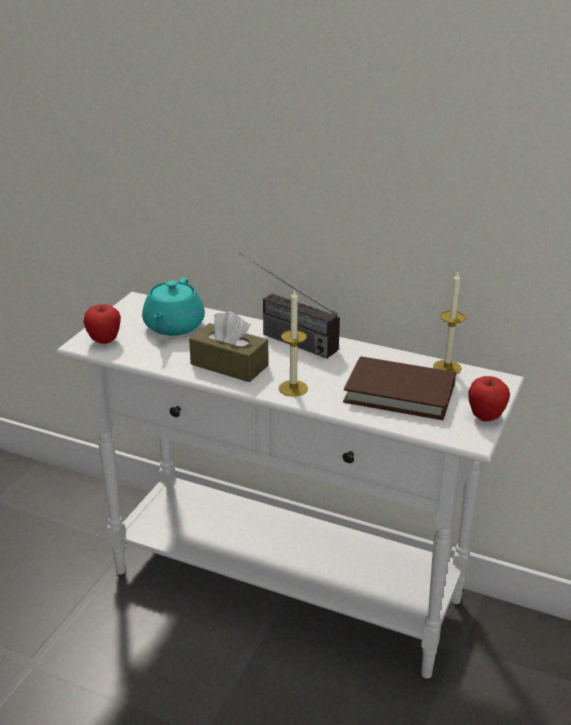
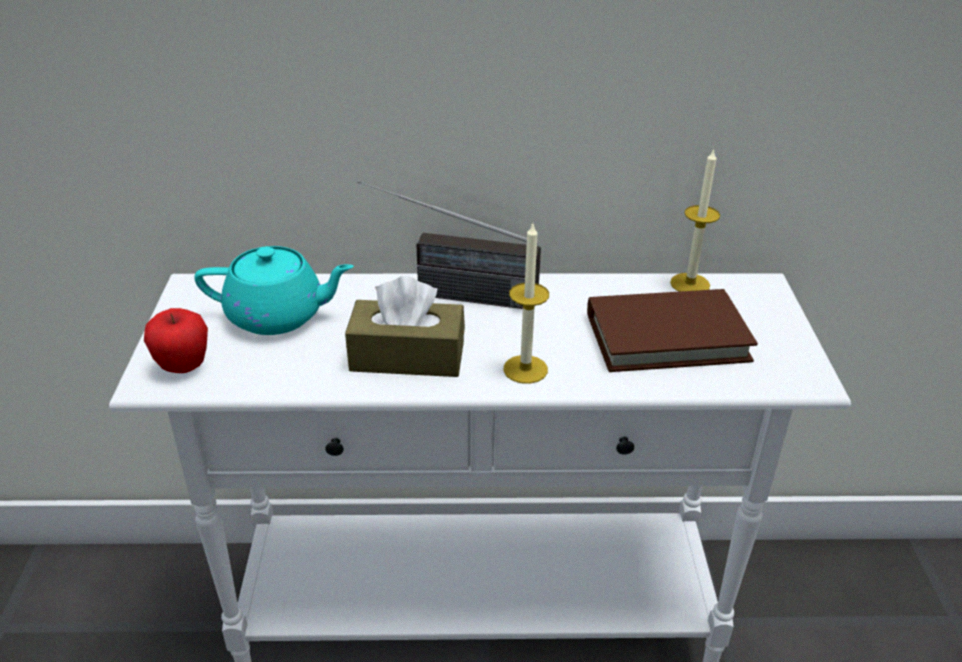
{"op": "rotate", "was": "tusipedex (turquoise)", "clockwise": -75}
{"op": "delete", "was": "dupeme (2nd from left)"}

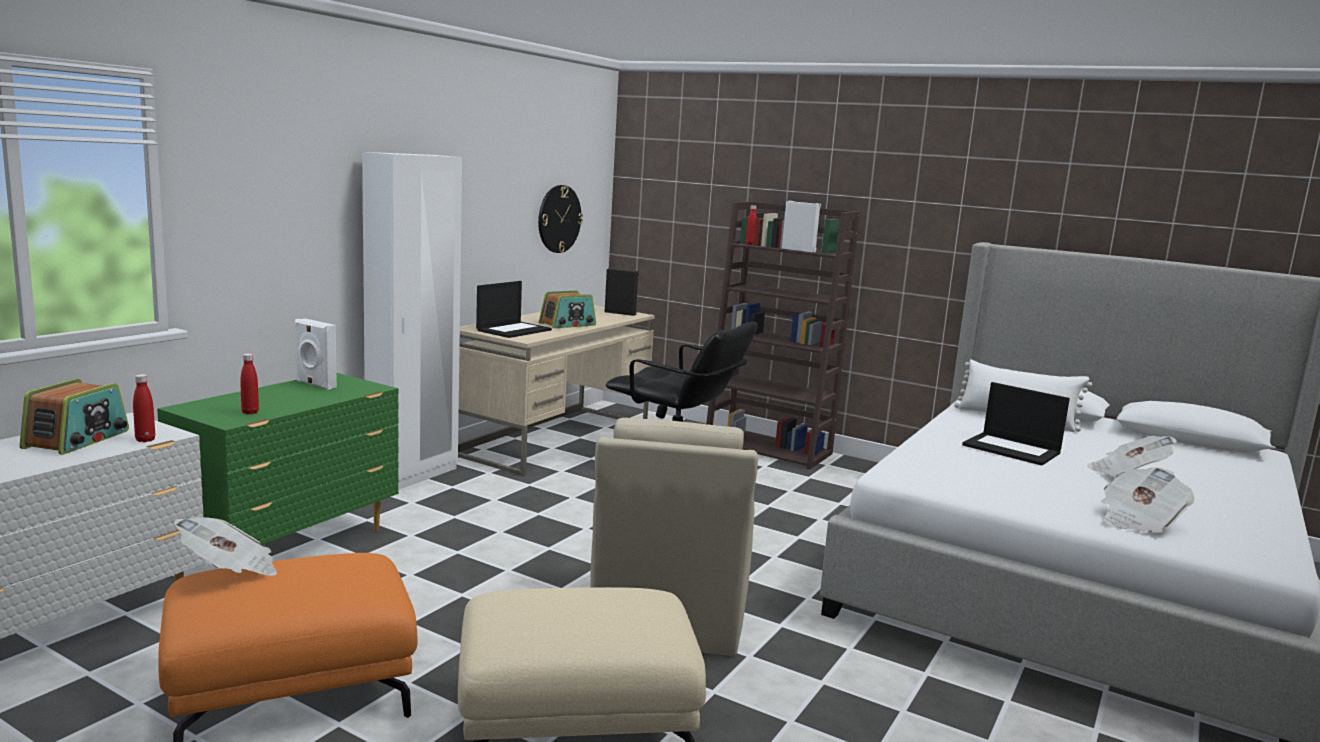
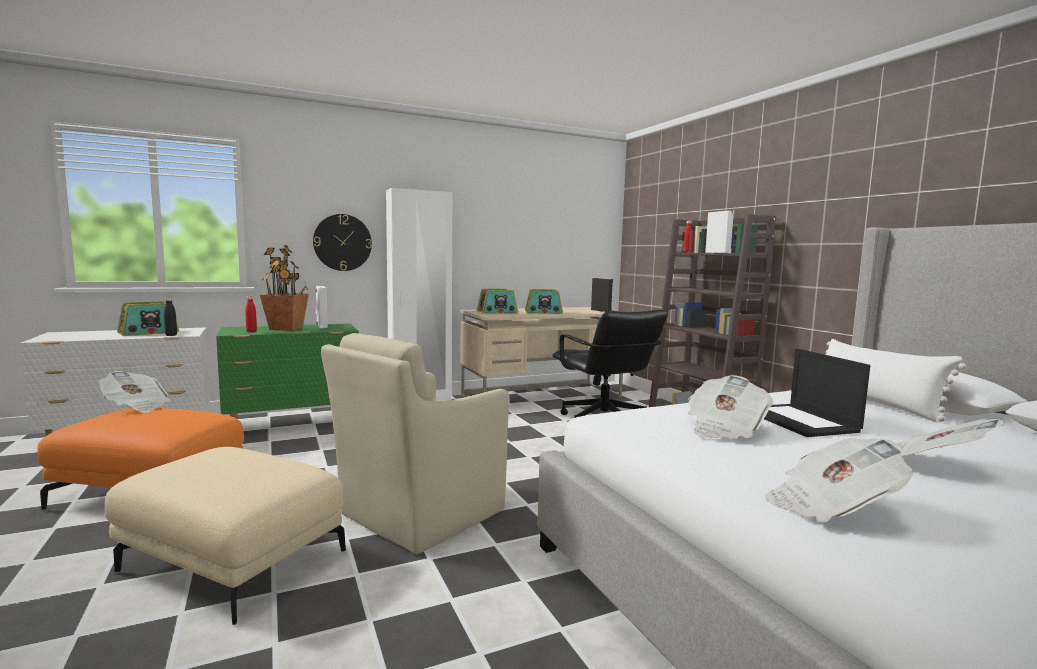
{"op": "move", "was": "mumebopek"}
{"op": "replace", "was": "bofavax (1st from left)", "now": "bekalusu (2nd from left)"}
{"op": "recolor", "was": "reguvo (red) (1st from left)", "now": "reguvo (black)"}
{"op": "insert", "now": "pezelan"}
{"op": "insert", "now": "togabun (2nd from left)"}

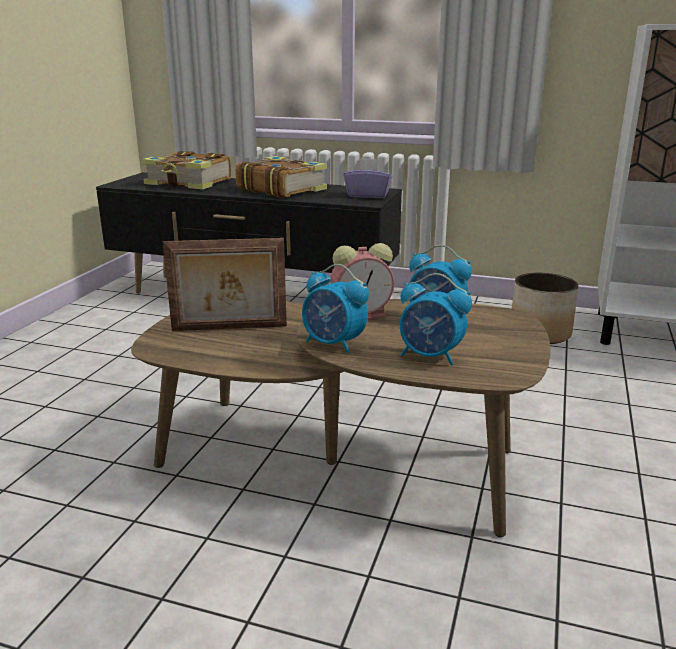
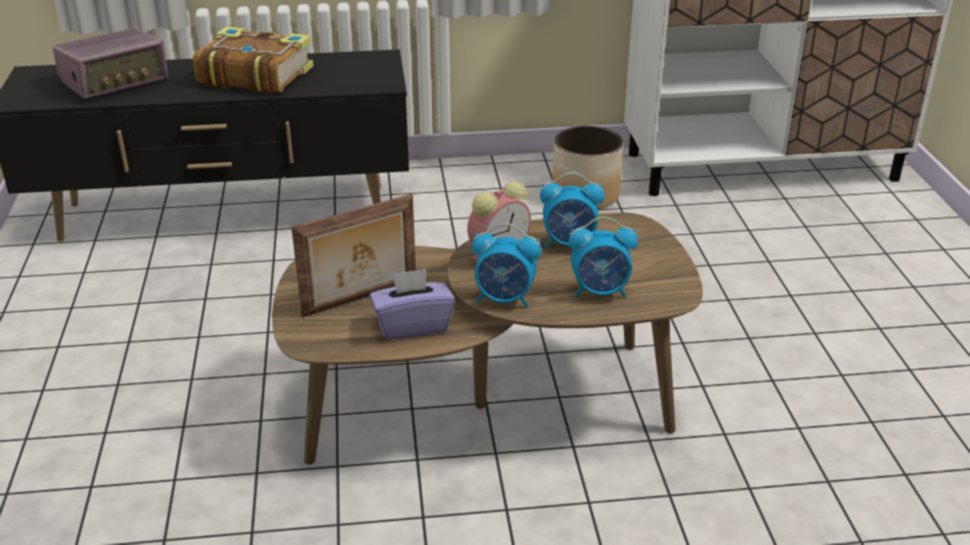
{"op": "replace", "was": "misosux (1st from left)", "now": "bekalusu"}
{"op": "move", "was": "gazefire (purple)"}

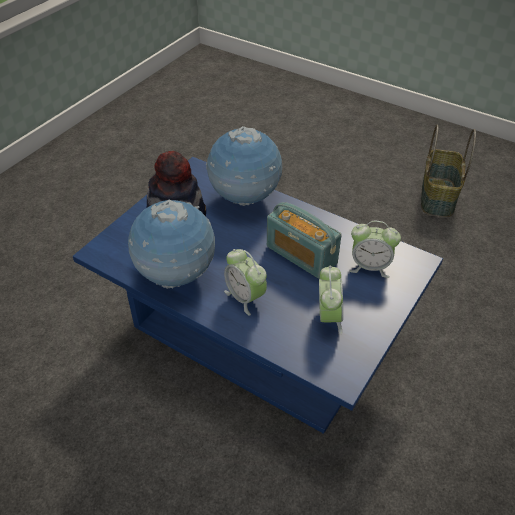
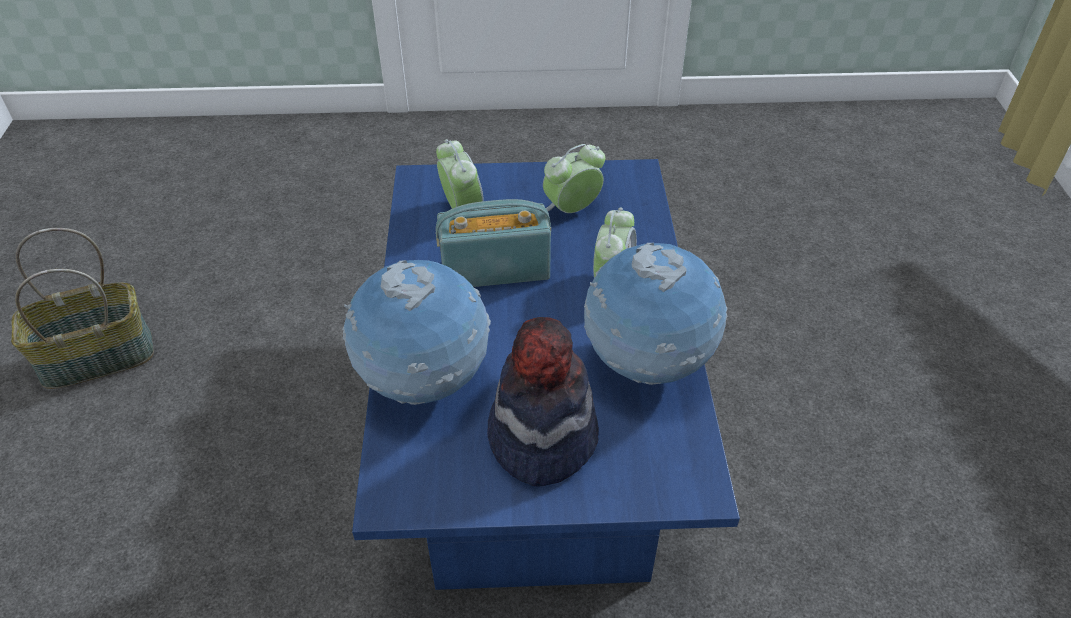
{"op": "rotate", "was": "bekalusu", "clockwise": -105}

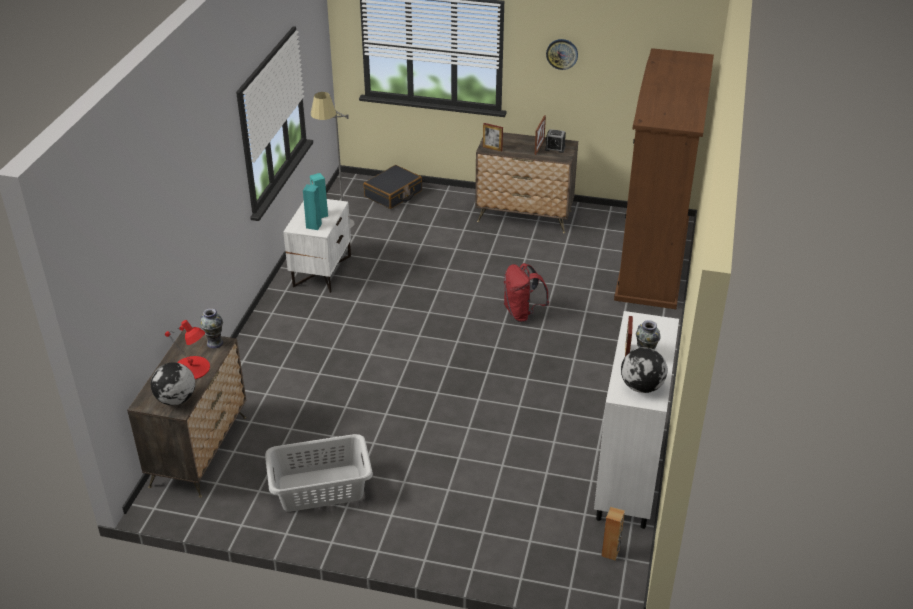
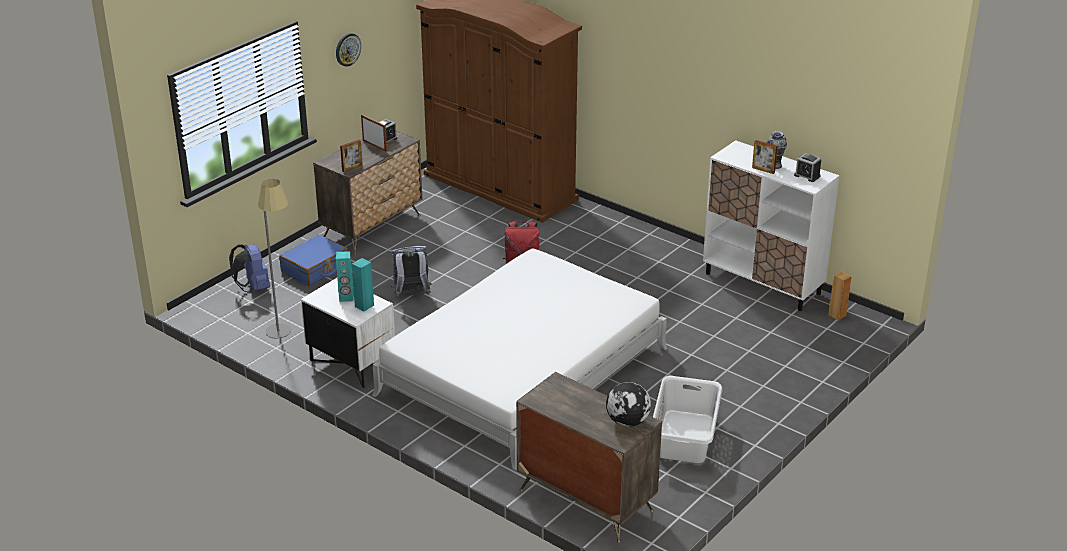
{"op": "replace", "was": "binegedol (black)", "now": "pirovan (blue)"}
{"op": "delete", "was": "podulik (1st from left)"}
{"op": "delete", "was": "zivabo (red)"}
{"op": "replace", "was": "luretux (2nd from left)", "now": "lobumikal (2nd from left)"}
{"op": "insert", "now": "binegedol (blue)"}
{"op": "insert", "now": "pirovan (grey)"}
{"op": "insert", "now": "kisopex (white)"}

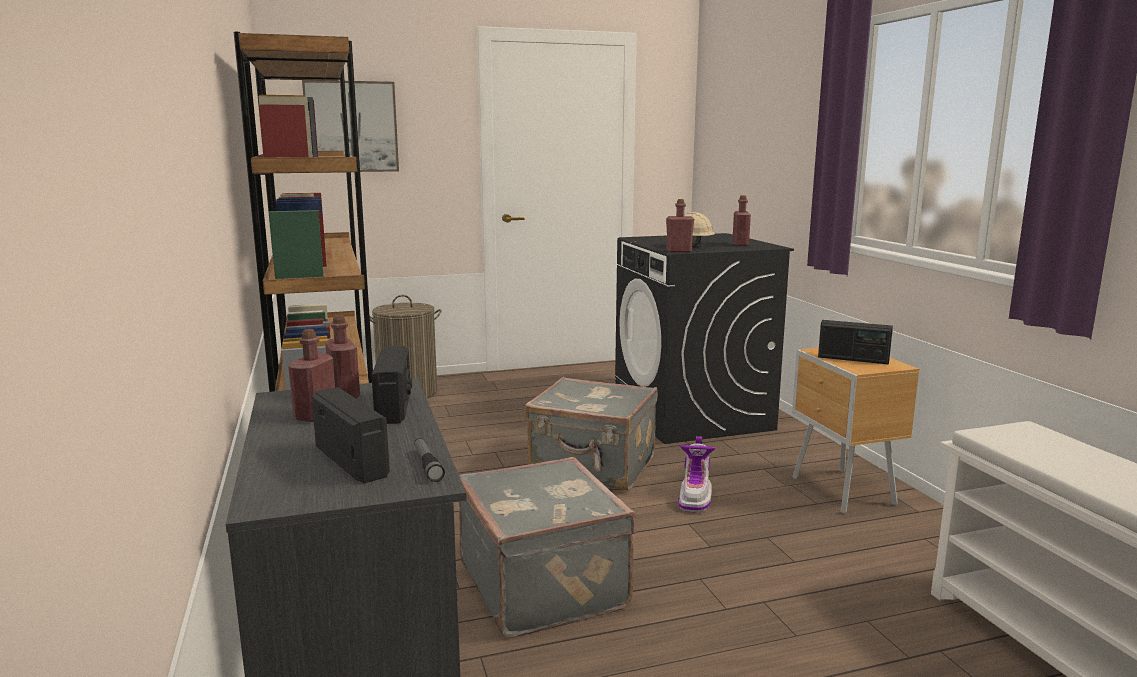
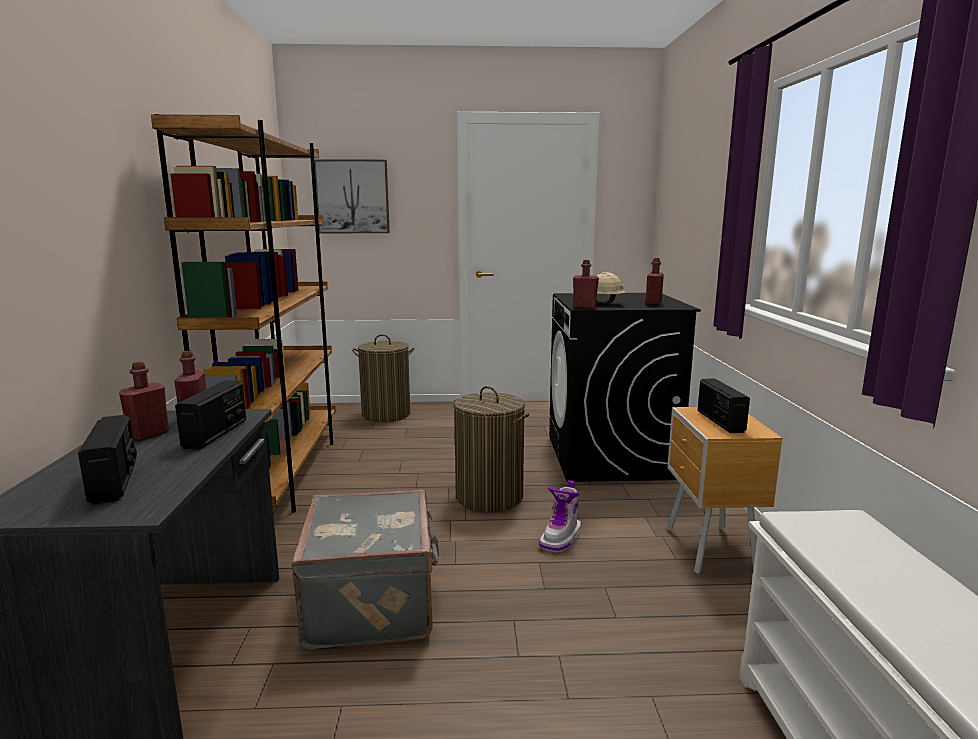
{"op": "rotate", "was": "bekalusu (3rd from left)", "clockwise": 45}
{"op": "replace", "was": "binegedol (grey) (2nd from left)", "now": "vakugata (2nd from left)"}
{"op": "delete", "was": "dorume"}

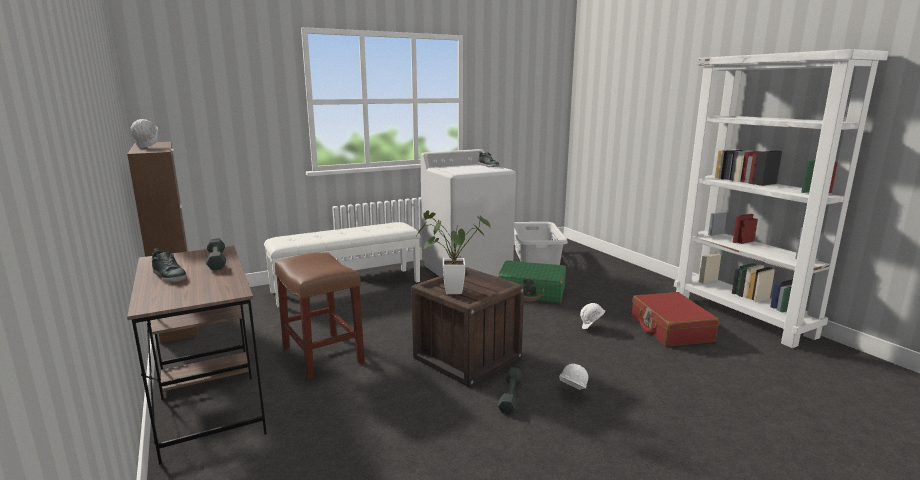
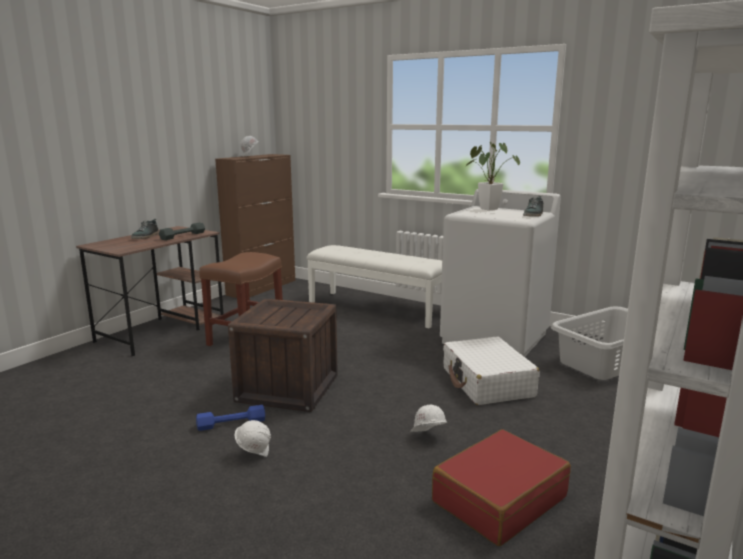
{"op": "move", "was": "pezelan"}
{"op": "recolor", "was": "binegedol (green)", "now": "binegedol (white)"}
{"op": "recolor", "was": "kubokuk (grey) (2nd from left)", "now": "kubokuk (blue)"}

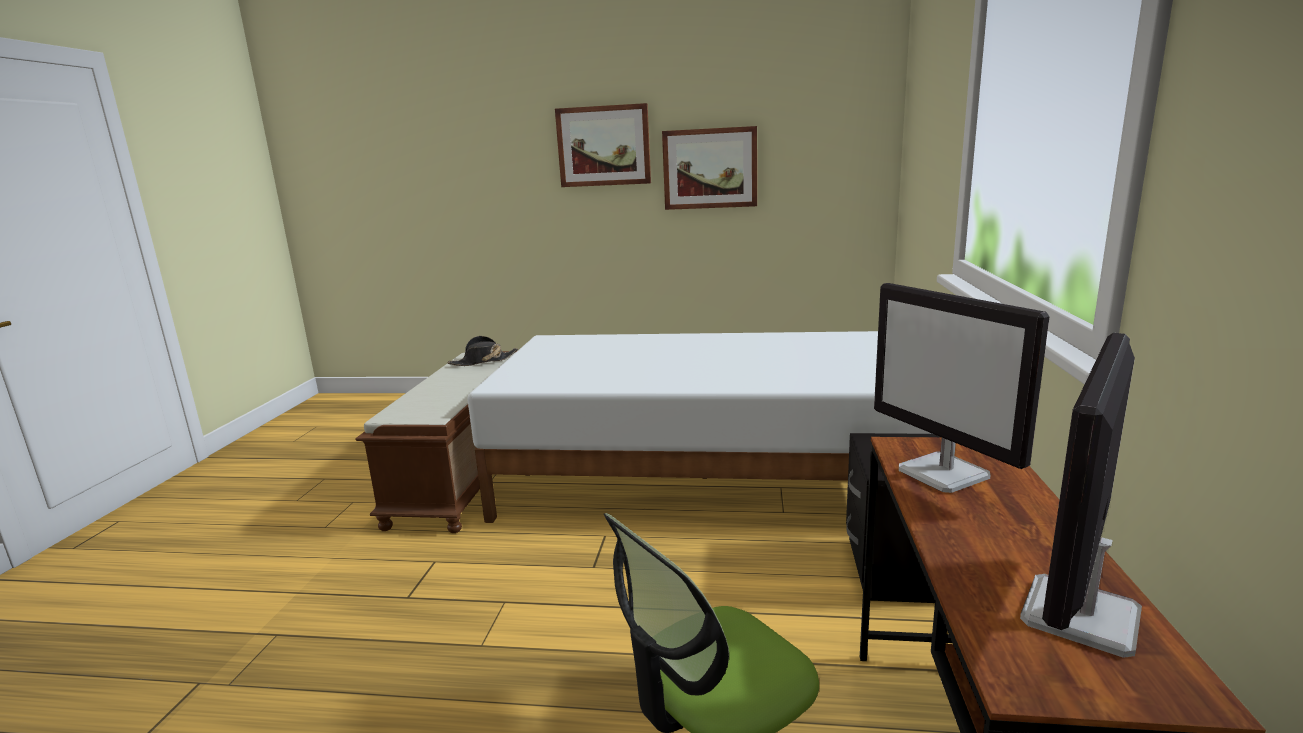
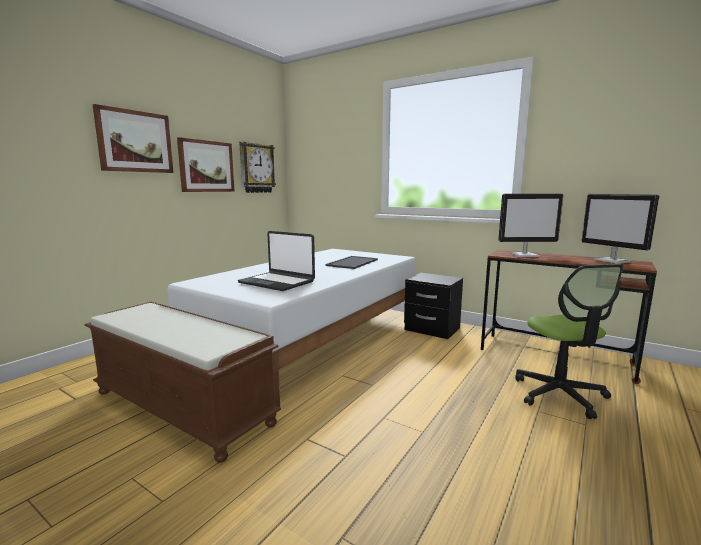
{"op": "delete", "was": "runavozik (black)"}
{"op": "insert", "now": "mumebopek"}
{"op": "insert", "now": "bofavax"}
{"op": "insert", "now": "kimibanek"}

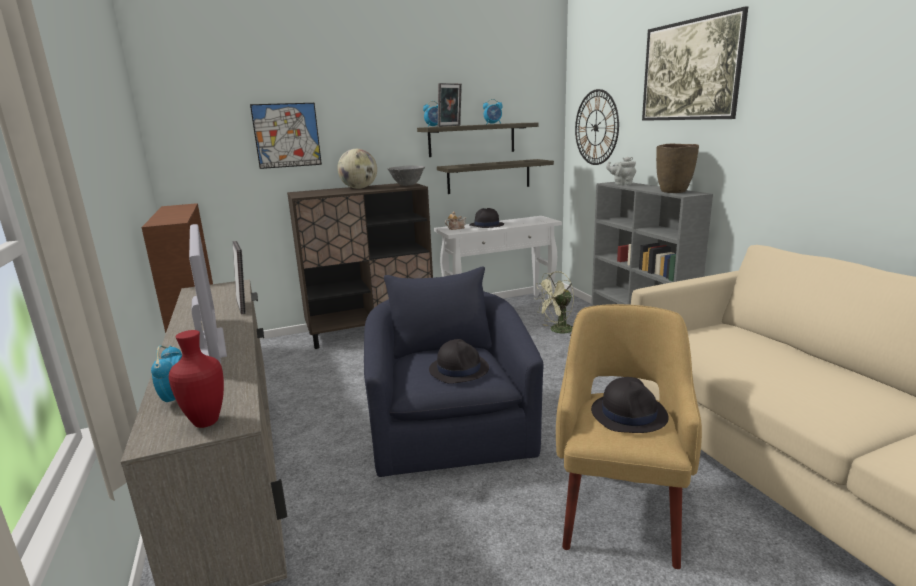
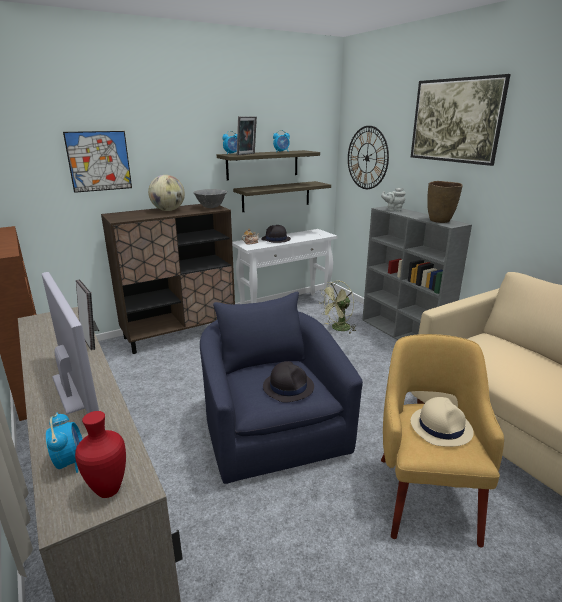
{"op": "recolor", "was": "runavozik (black) (3rd from left)", "now": "runavozik (beige)"}

